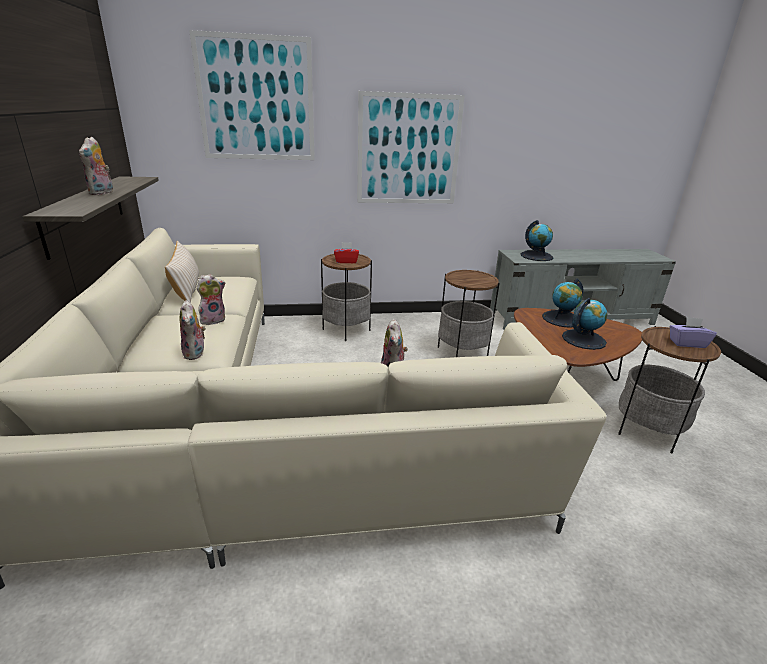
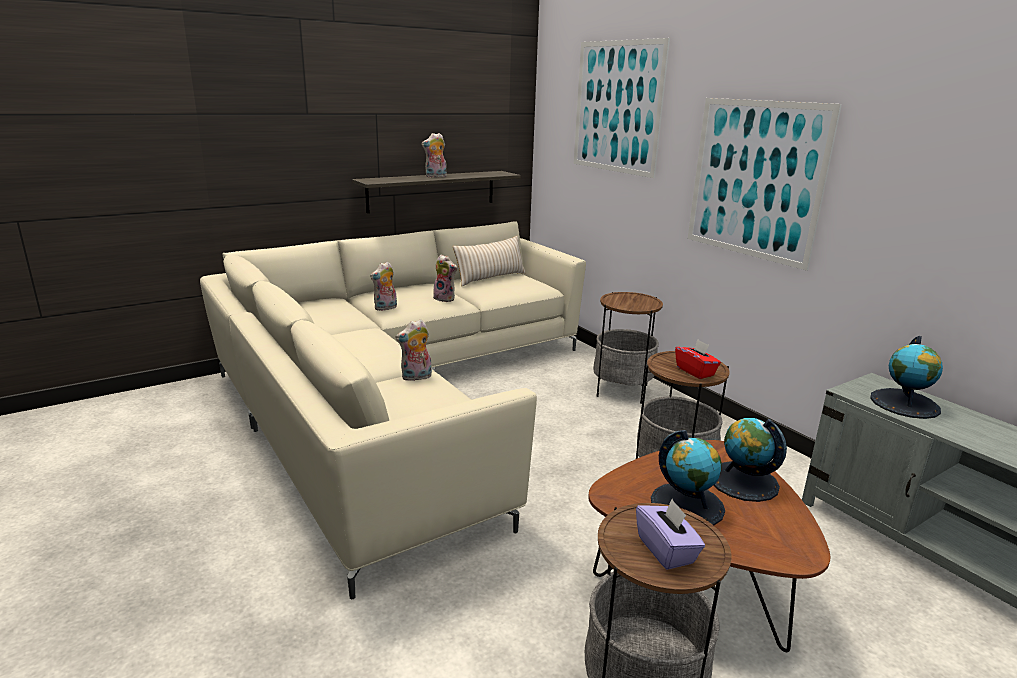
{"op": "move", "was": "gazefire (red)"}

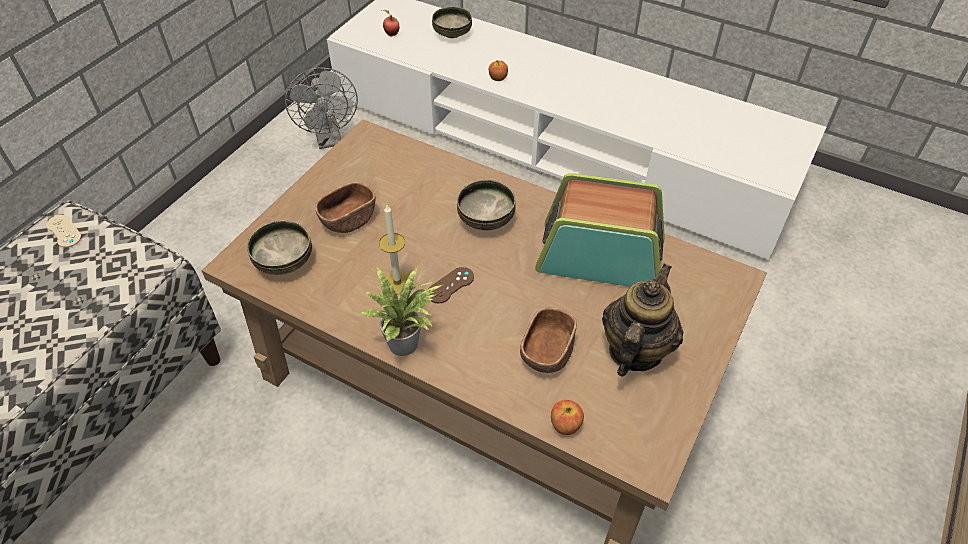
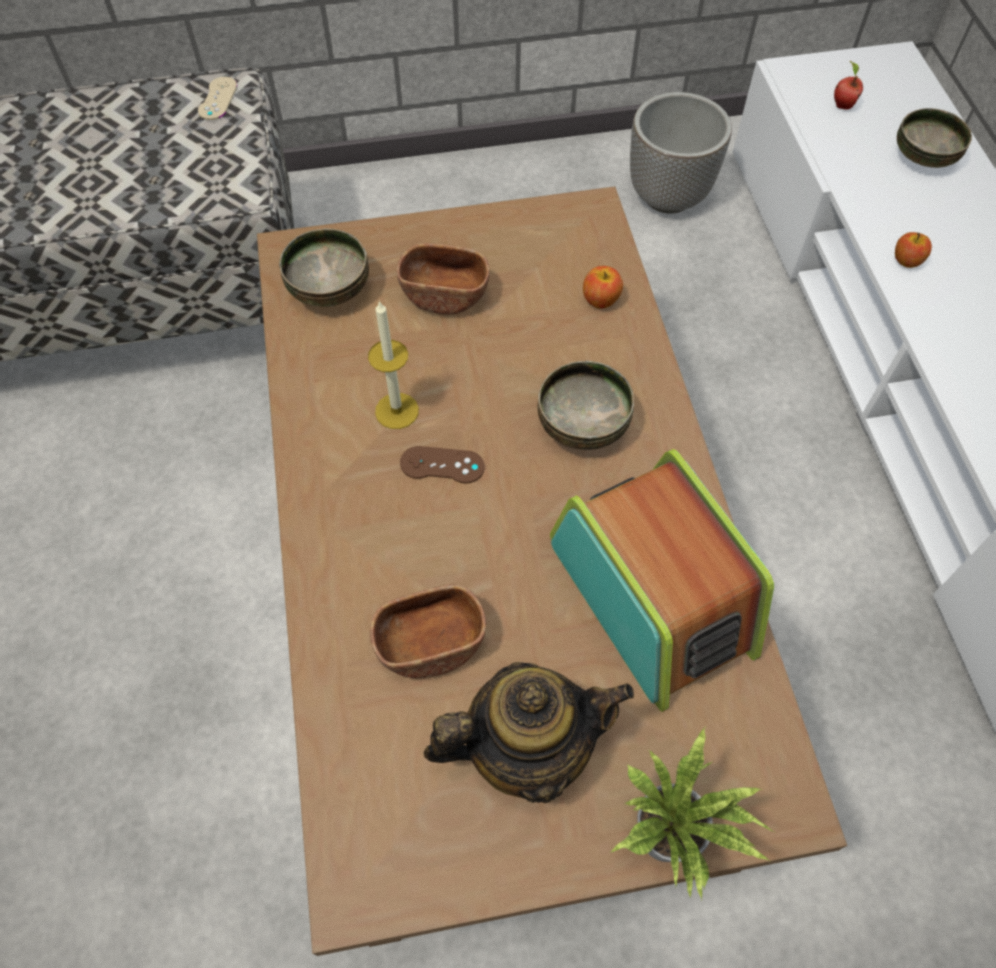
{"op": "replace", "was": "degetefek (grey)", "now": "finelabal"}
{"op": "move", "was": "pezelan"}
{"op": "move", "was": "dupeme (3rd from left in the first image)", "now": "dupeme (1st from left)"}

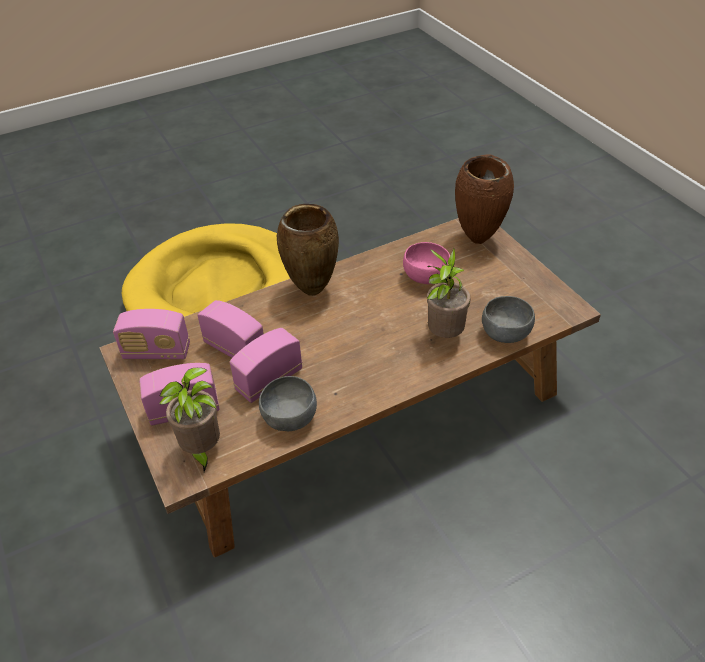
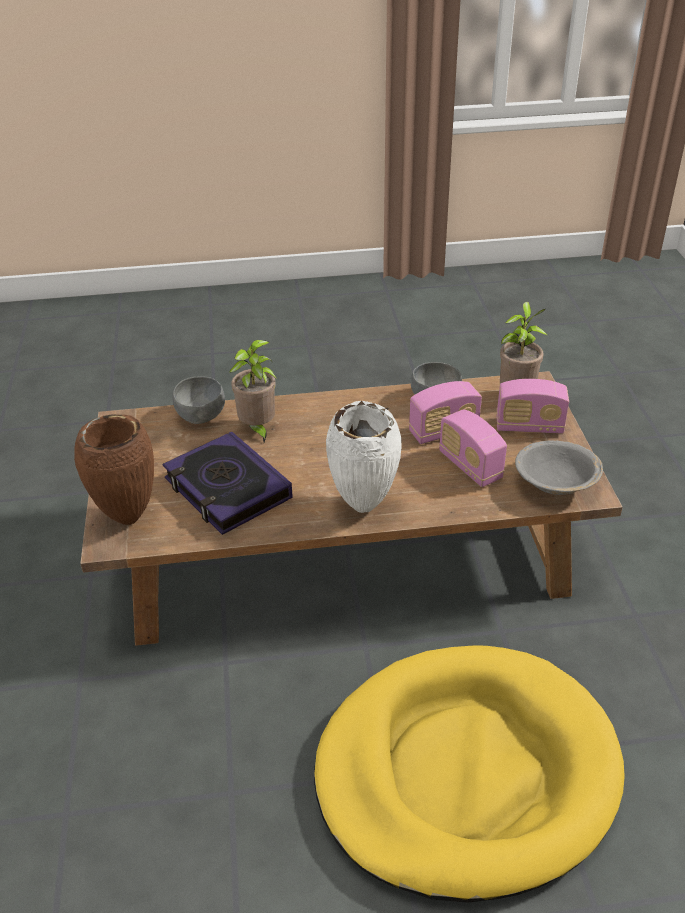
{"op": "recolor", "was": "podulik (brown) (1st from left)", "now": "podulik (white)"}
{"op": "replace", "was": "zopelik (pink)", "now": "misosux"}
{"op": "replace", "was": "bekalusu (1st from left)", "now": "zopelik (grey) (3rd from left)"}

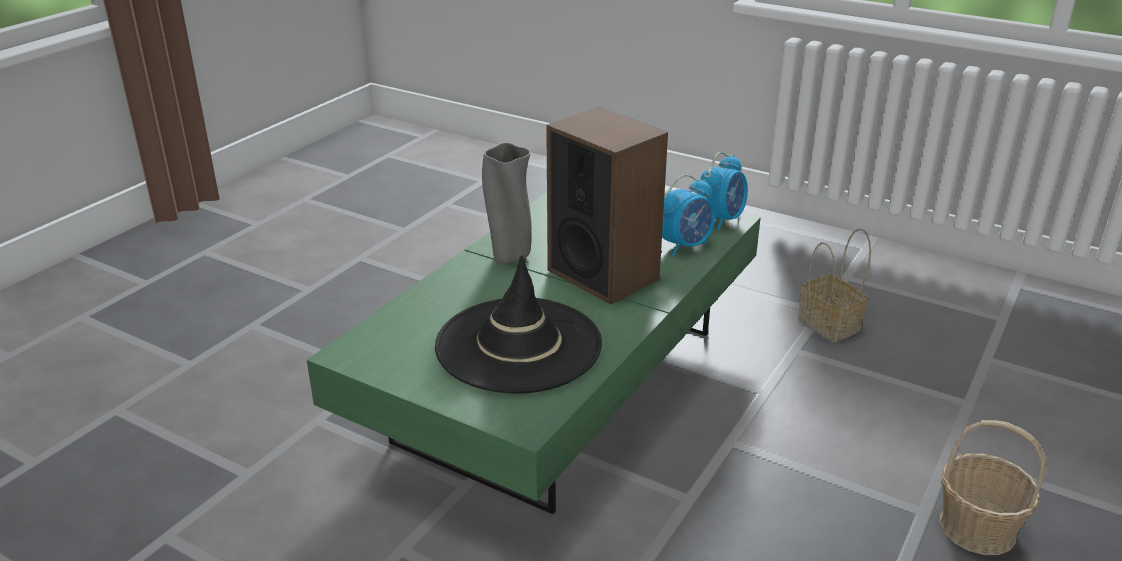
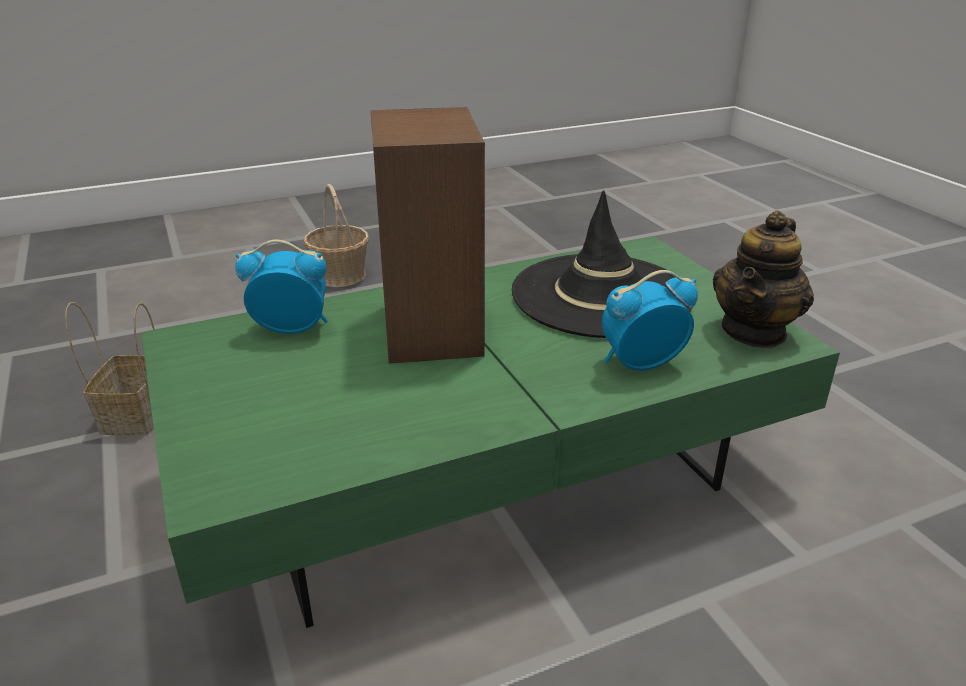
{"op": "delete", "was": "podulik (grey)"}
{"op": "move", "was": "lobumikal (2nd from left)"}
{"op": "insert", "now": "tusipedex"}

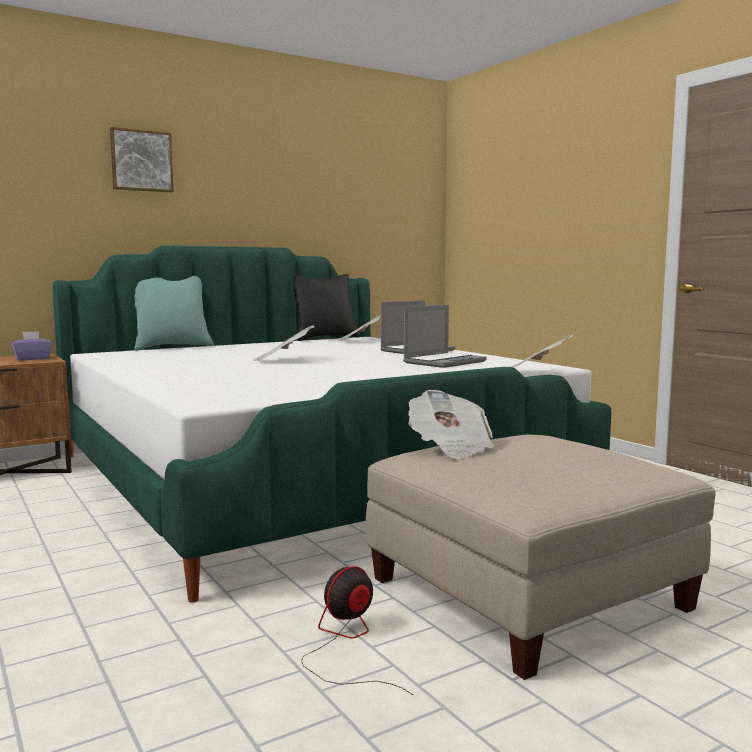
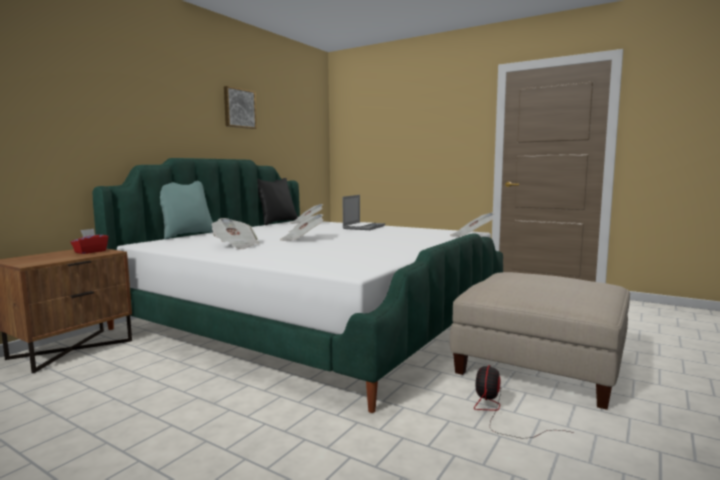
{"op": "move", "was": "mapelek"}
{"op": "delete", "was": "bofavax (2nd from left)"}
{"op": "recolor", "was": "gazefire (purple)", "now": "gazefire (red)"}
{"op": "move", "was": "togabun (3rd from left in the first image)", "now": "togabun (1st from left)"}

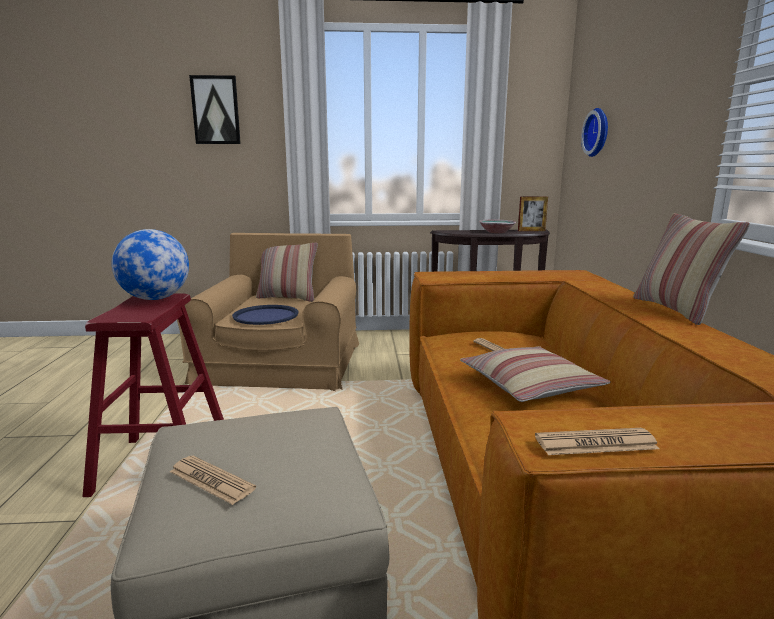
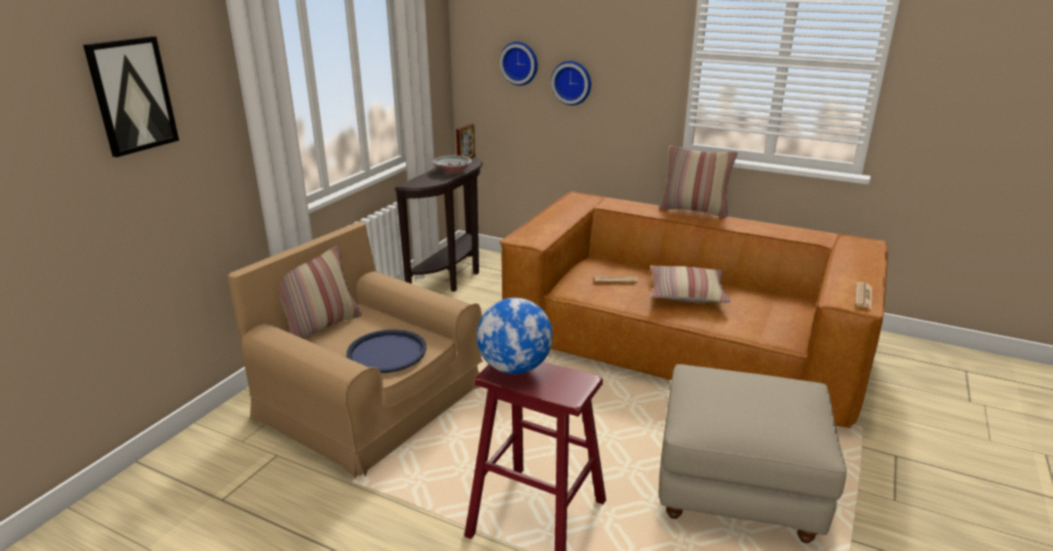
{"op": "delete", "was": "togabun (1st from left)"}
{"op": "insert", "now": "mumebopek (2nd from left)"}

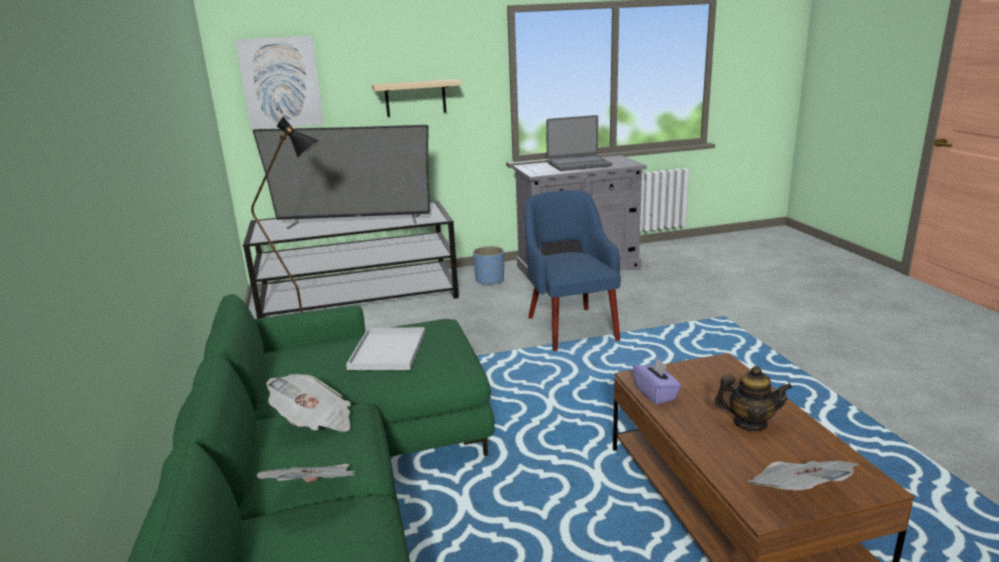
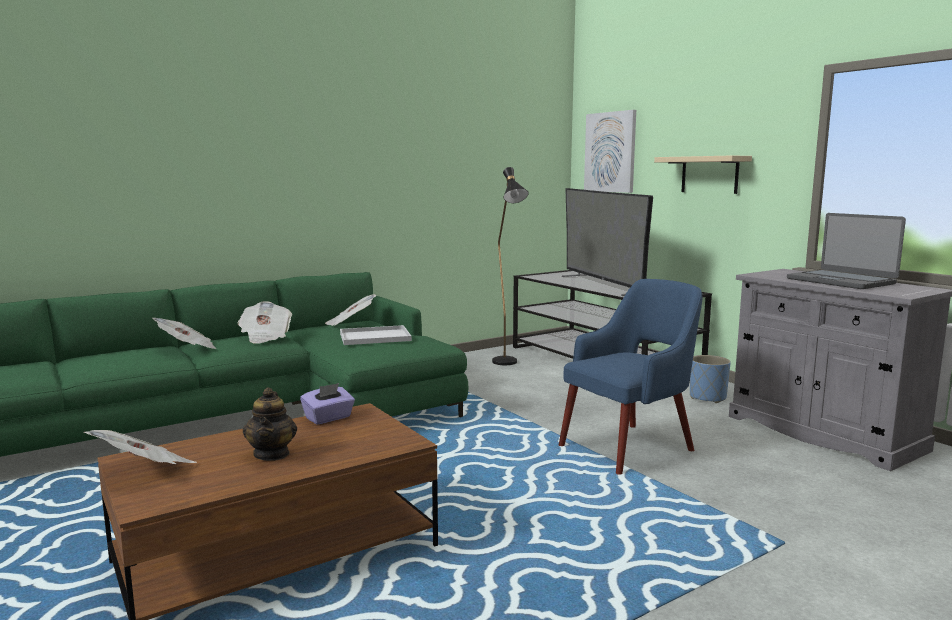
{"op": "insert", "now": "togabun (4th from left)"}

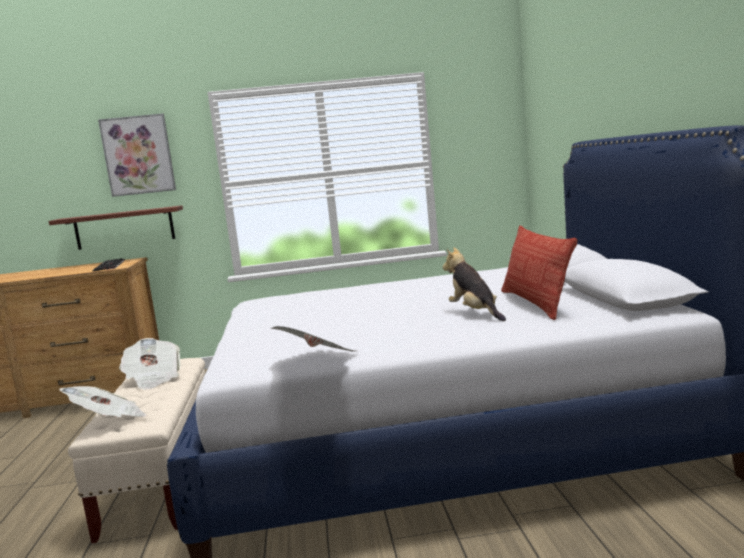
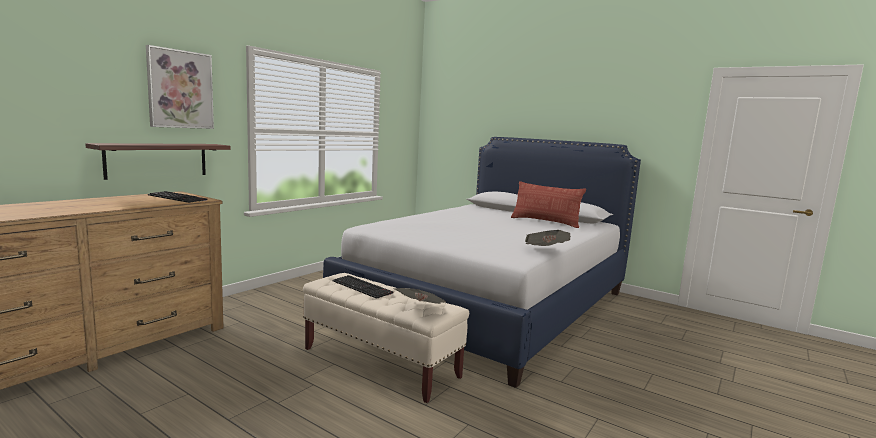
{"op": "delete", "was": "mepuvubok"}
{"op": "replace", "was": "togabun (2nd from left)", "now": "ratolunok (2nd from left)"}

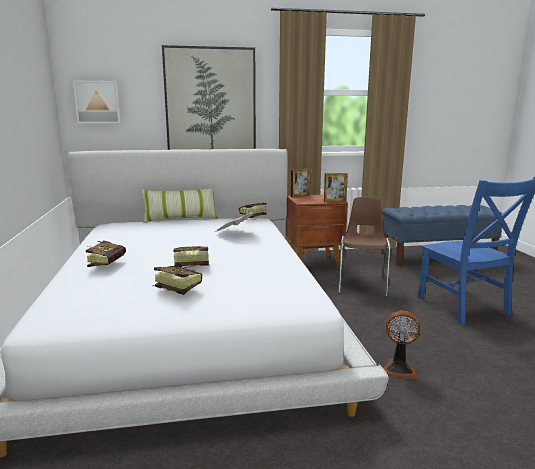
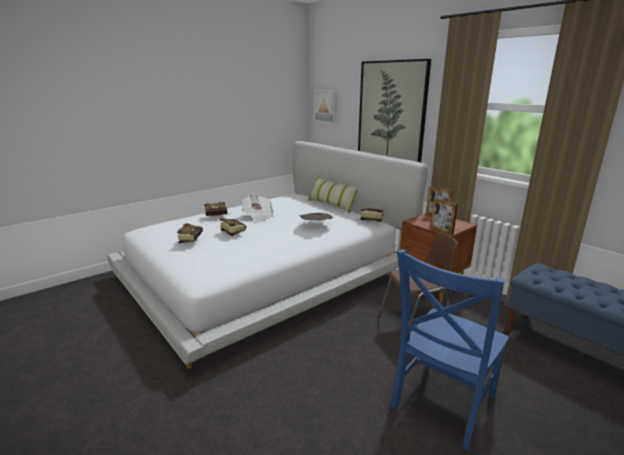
{"op": "delete", "was": "degetefek"}
{"op": "insert", "now": "togabun (1st from left)"}

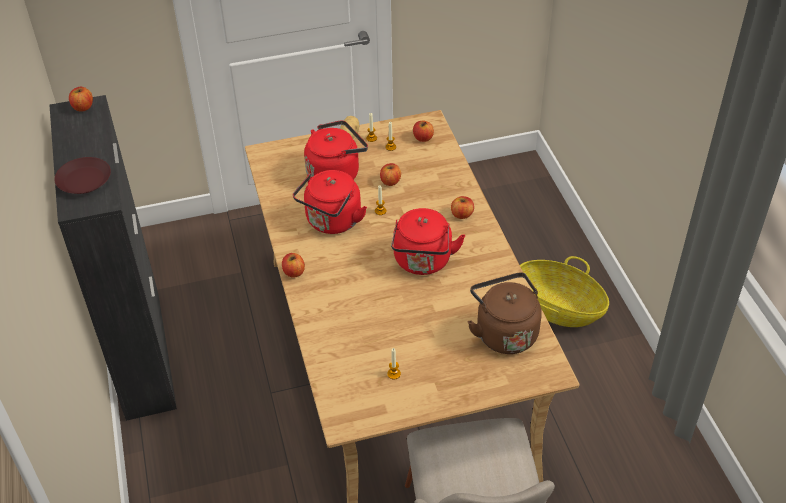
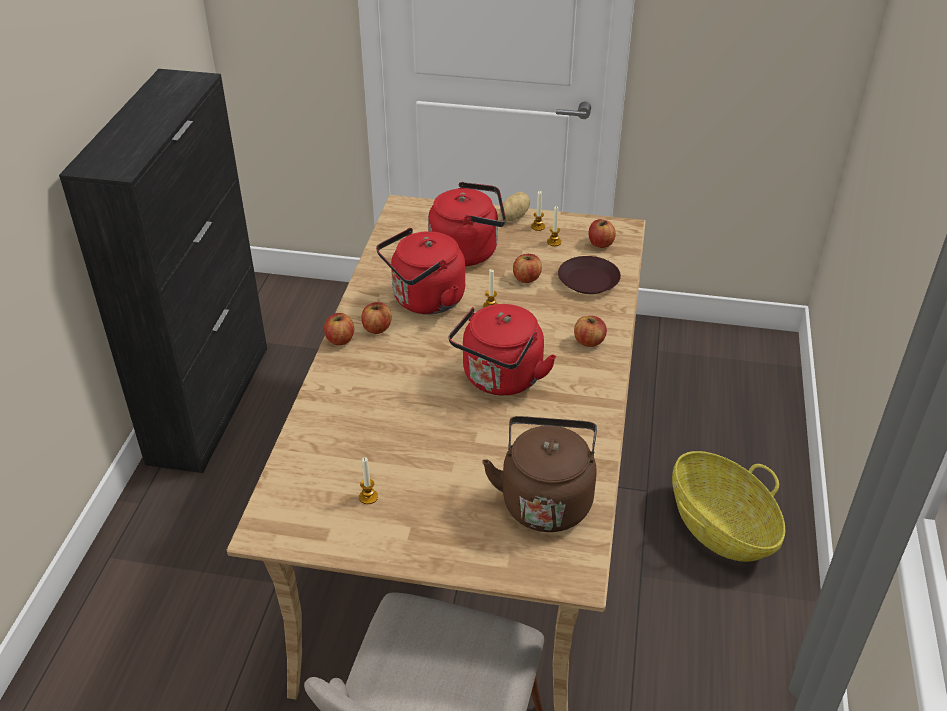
{"op": "move", "was": "dupeme (1st from left in the first image)", "now": "dupeme (2nd from left)"}
{"op": "move", "was": "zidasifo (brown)"}

